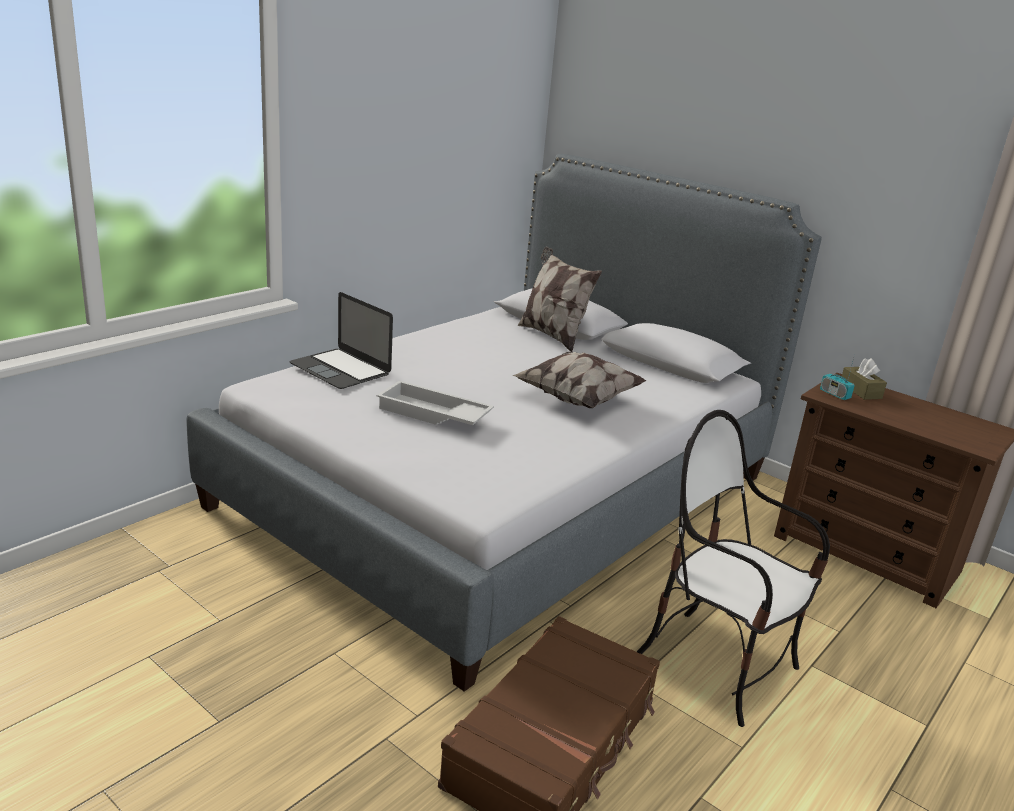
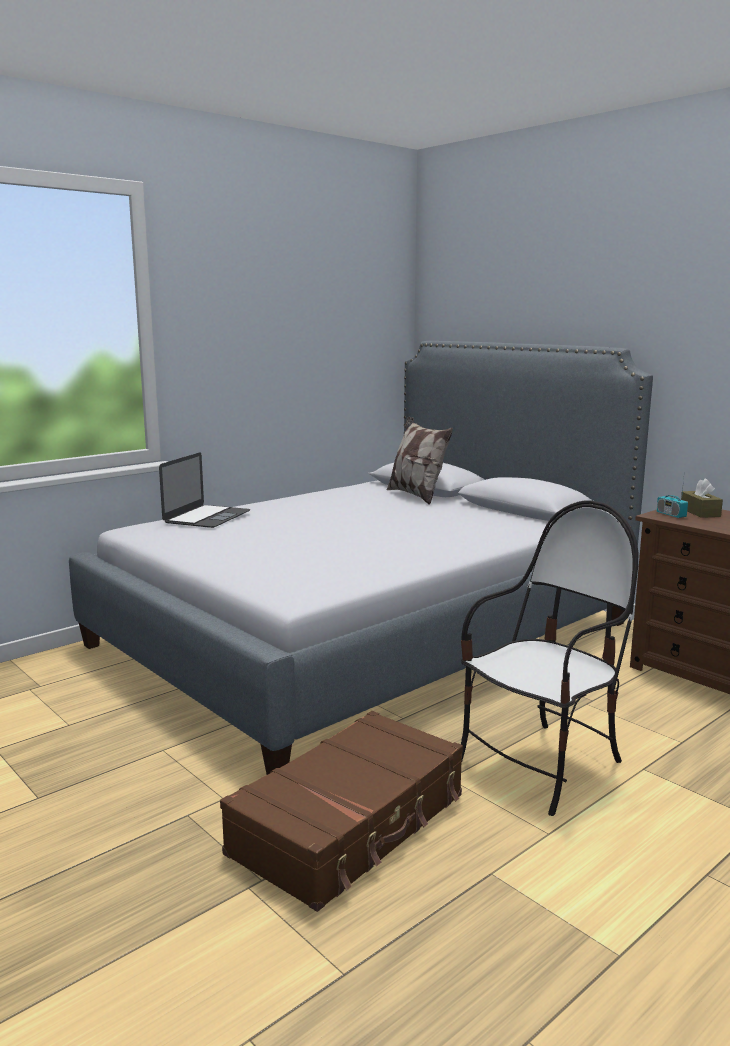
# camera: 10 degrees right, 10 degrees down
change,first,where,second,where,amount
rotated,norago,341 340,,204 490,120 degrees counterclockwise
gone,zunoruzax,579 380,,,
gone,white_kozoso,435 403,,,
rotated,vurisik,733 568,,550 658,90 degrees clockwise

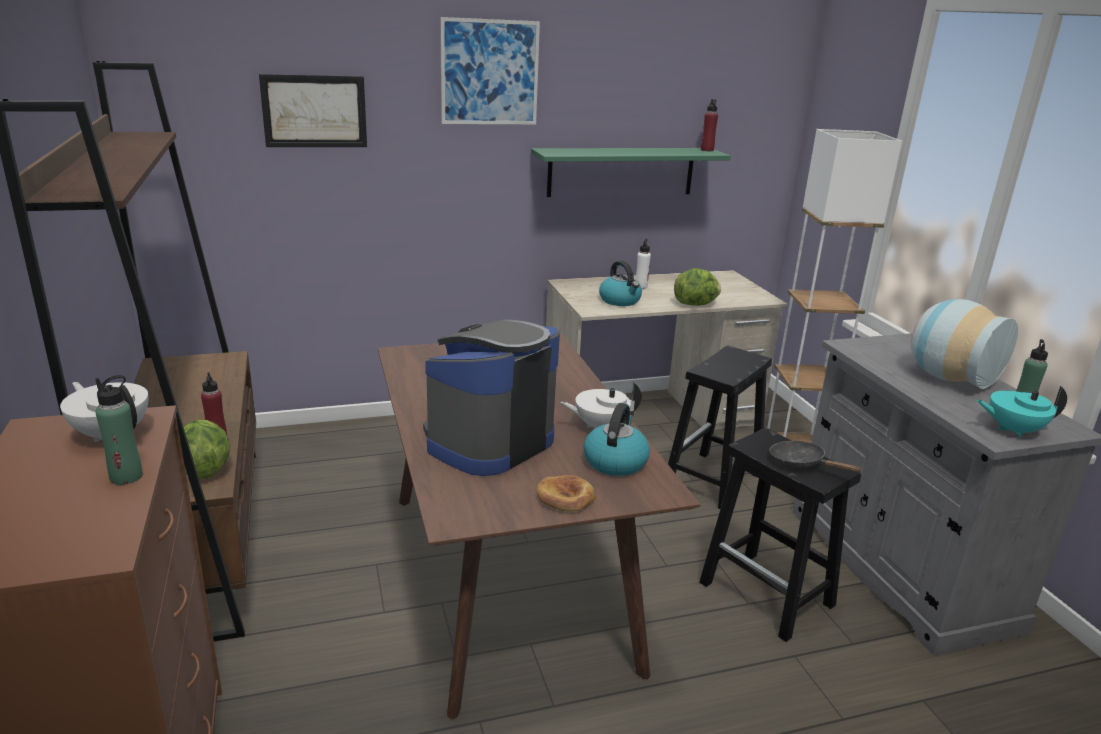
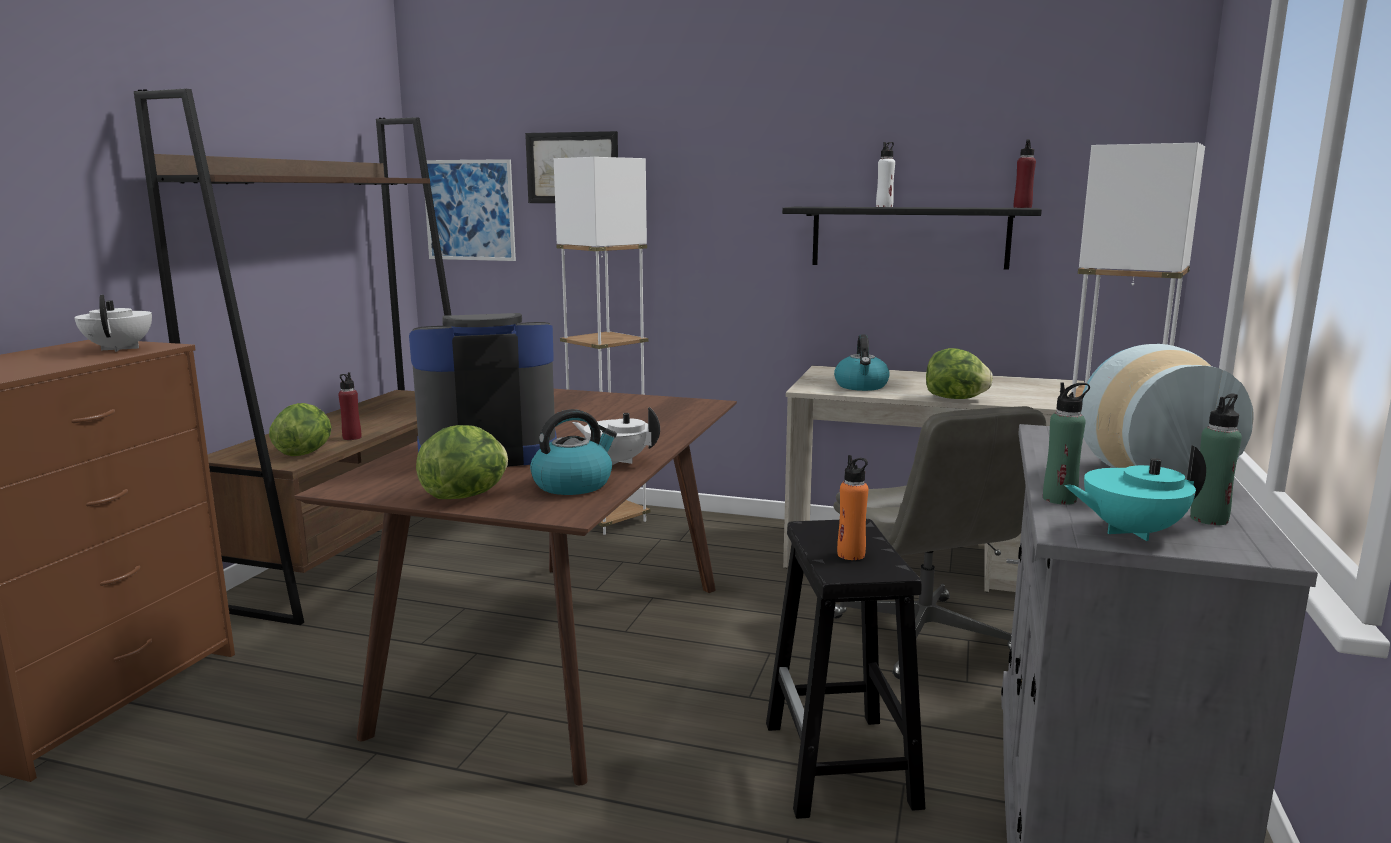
# camera: 35 degrees right, 10 degrees down
change,first,where,second,where,amount
shifted,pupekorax,490 71,,470 210,
repainted,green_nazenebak,631 172,black_nazenebak,912 238,
shifted,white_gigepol,643 264,,885 174,
swapped,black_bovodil,720 427,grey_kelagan,940 542,
shifted,green_gigepol,119 430,,1066 443,
rotated,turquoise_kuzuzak,1021 411,,1135 493,45 degrees counterclockwise
swapped,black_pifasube,816 456,orange_gigepol,852 507,
swapped,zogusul,566 493,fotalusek,462 462,
new,,,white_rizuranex,602 346,

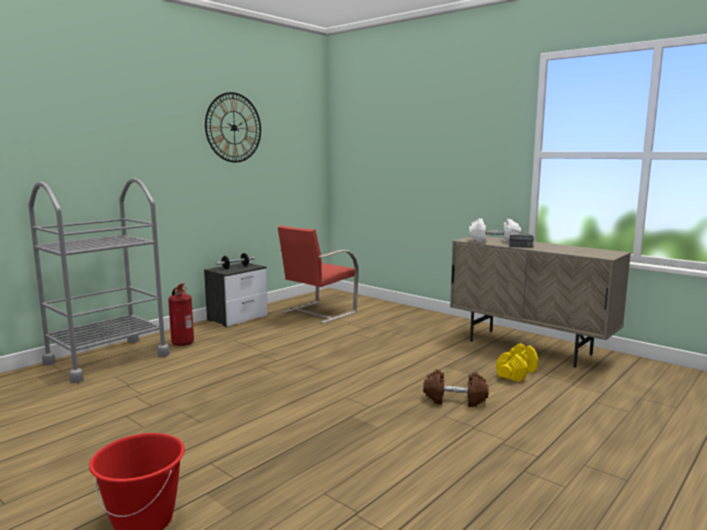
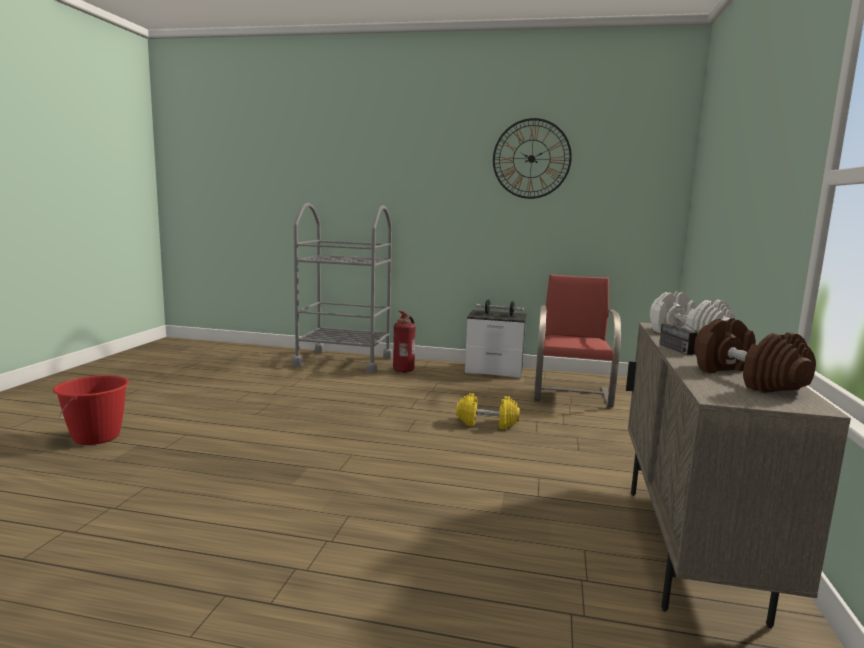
# camera: 60 degrees right, 0 degrees up
change,first,where,second,where,amount
rotated,red_vurisik,318 274,,577 341,90 degrees clockwise
shifted,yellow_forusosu,517 362,,488 411,
shifted,brown_forusosu,456 388,,755 355,

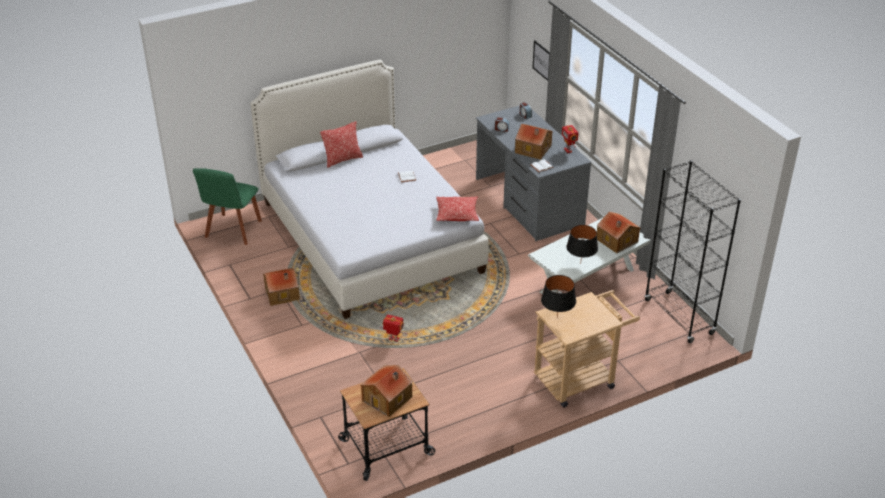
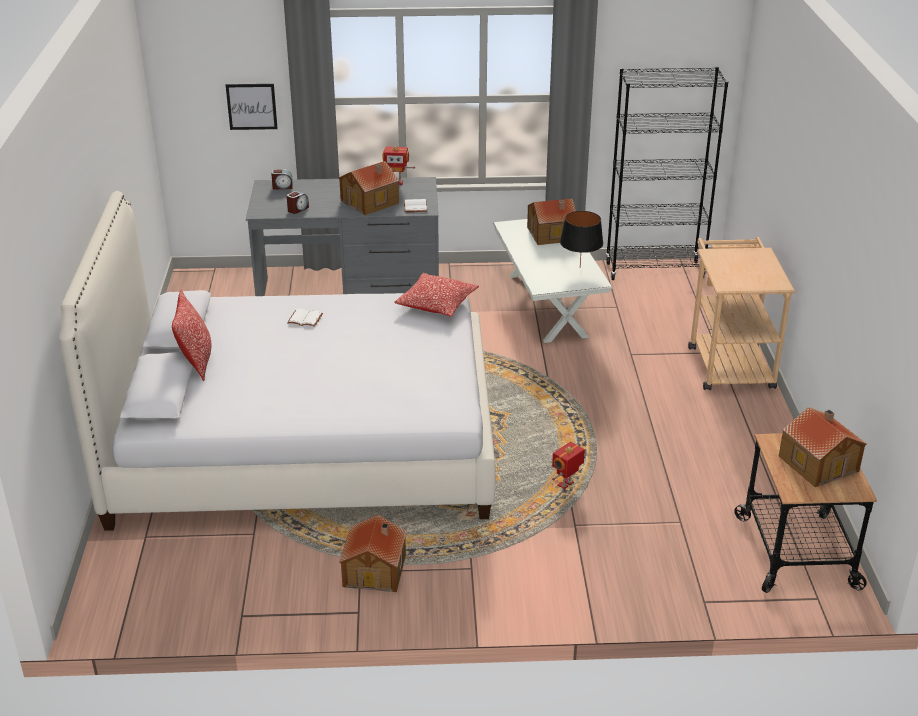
# camera: 65 degrees left, 5 degrees down
change,first,where,second,where,amount
gone,green_vurisik,227 206,,,
gone,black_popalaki,558 296,,,

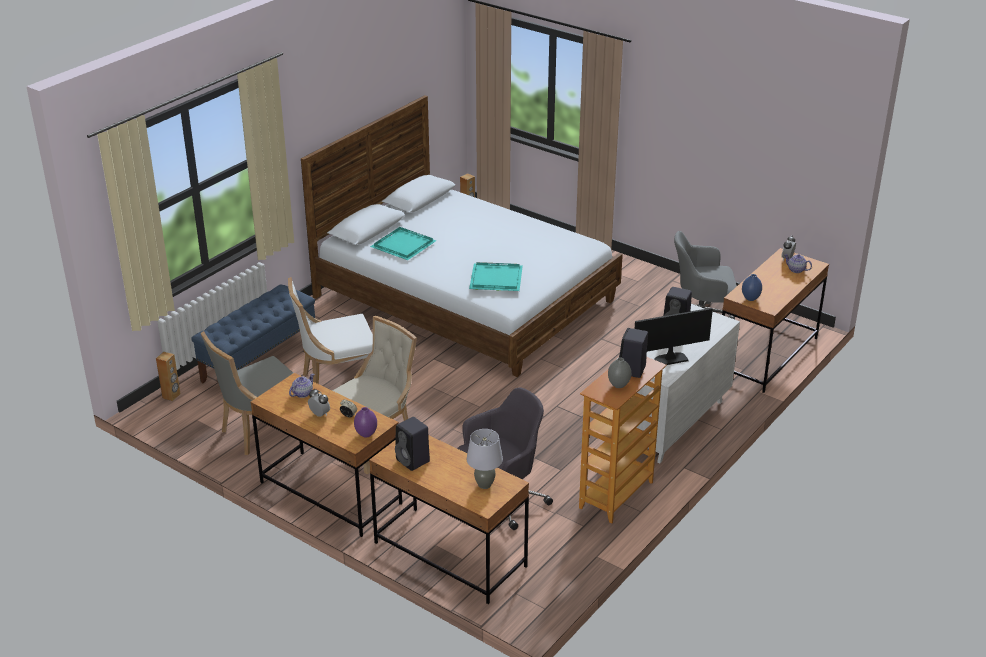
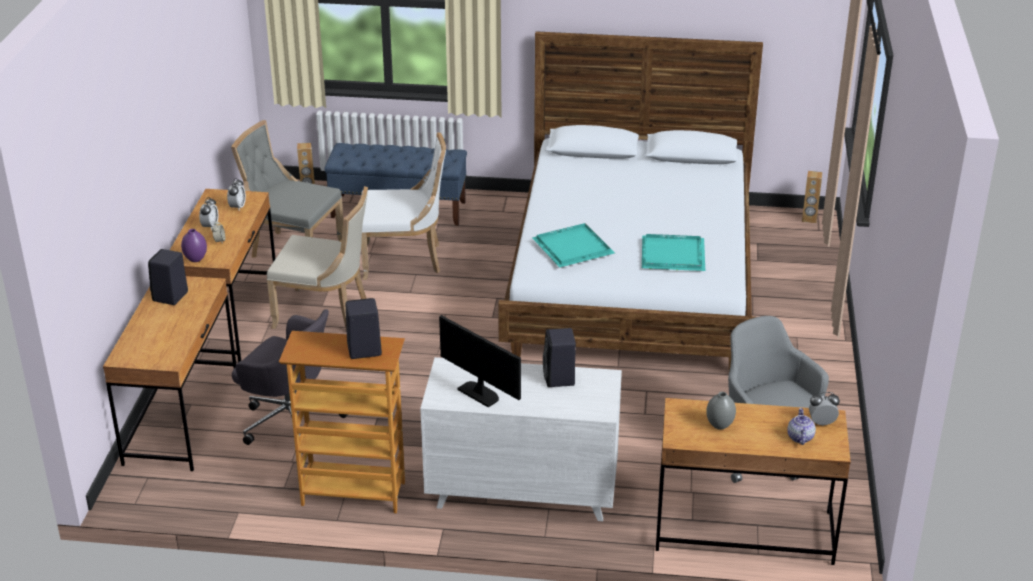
# camera: 60 degrees right, 0 degrees up
change,first,where,second,where,amount
shifted,turquoise_kozoso,403 243,,673 252,
gone,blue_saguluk,752 287,,,
rotated,white_vurisik,330 330,,403 206,135 degrees clockwise
shifted,grey_saguluk,619 372,,721 411,
swapped,kuzuzak,301 385,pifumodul,236 194,
gone,grey_popalaki,485 459,,,

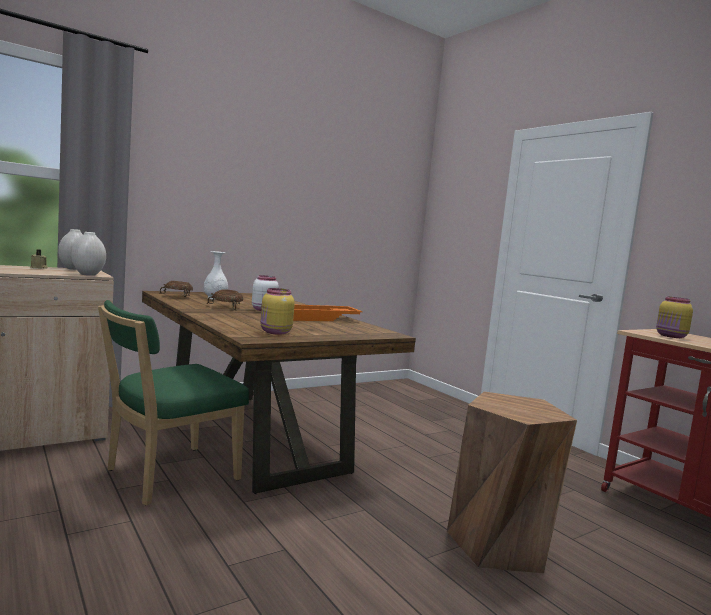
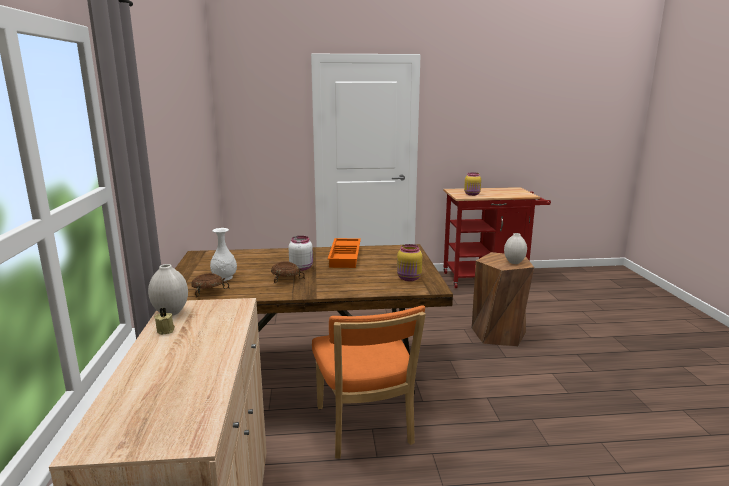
# camera: 60 degrees left, 10 degrees up
change,first,where,second,where,amount
shifted,white_saguluk,89 254,,515 248,
repainted,green_vurisik,173 403,orange_vurisik,369 382,

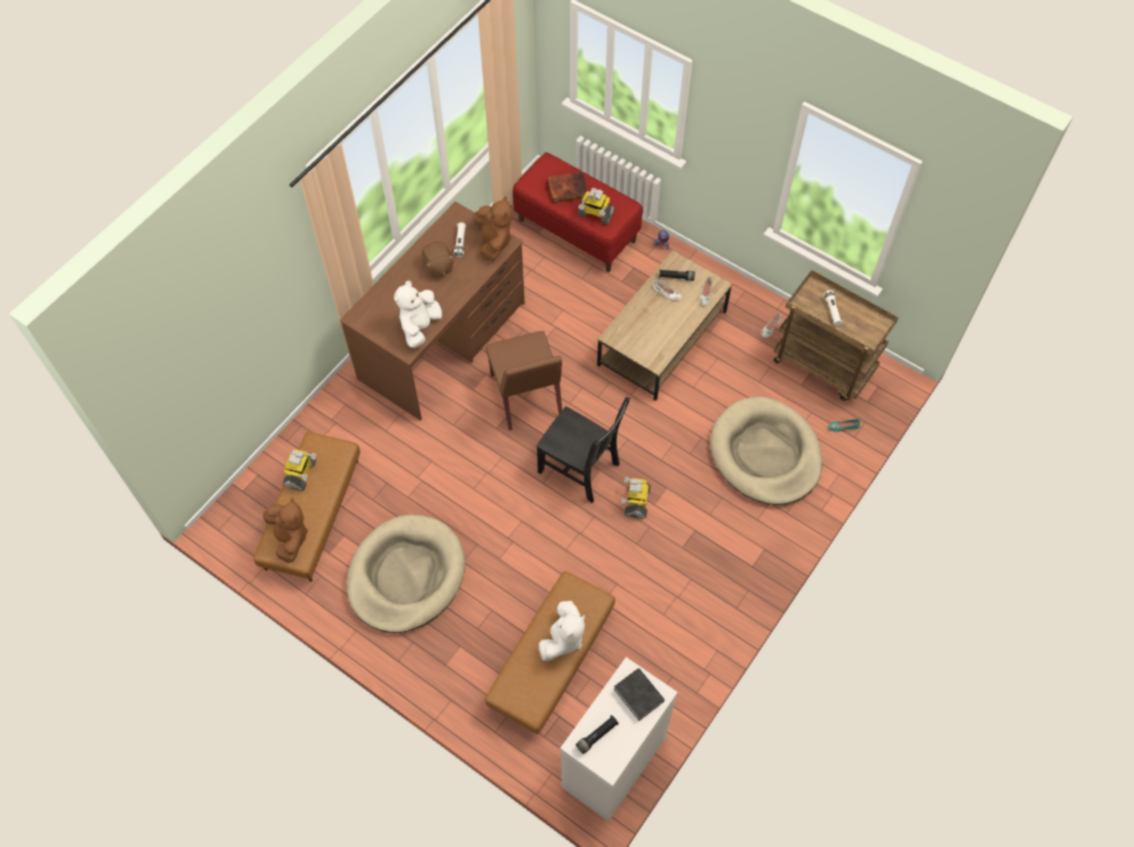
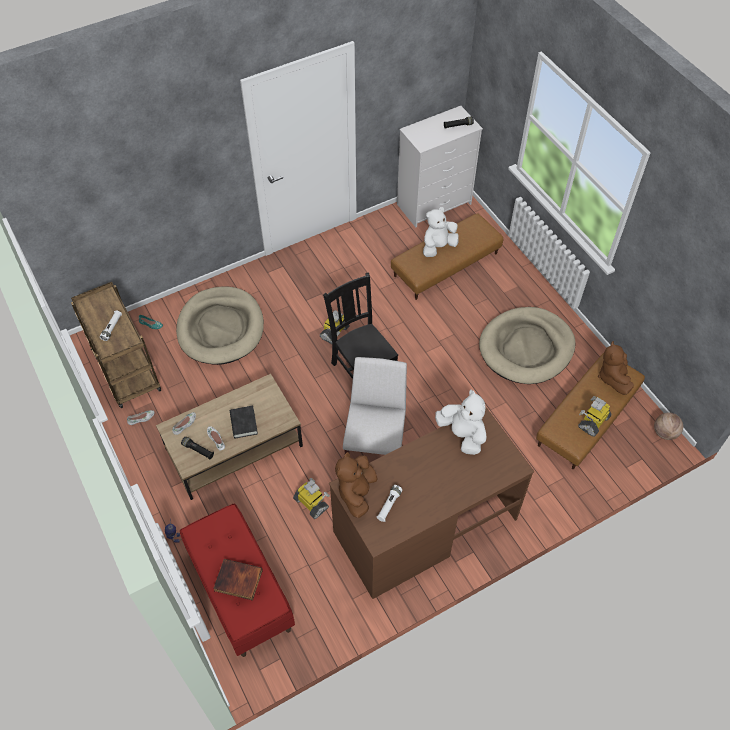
# camera: 155 degrees left, 5 degrees down
change,first,where,second,where,amount
shifted,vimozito,596 206,,311 498,
gone,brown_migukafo,438 259,,,
rotated,white_migukafo,418 314,,461 422,90 degrees counterclockwise
repainted,brown_vurisik,524 381,white_vurisik,375 406,
shifted,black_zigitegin,639 694,,244 422,
new,,,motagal,668 426,

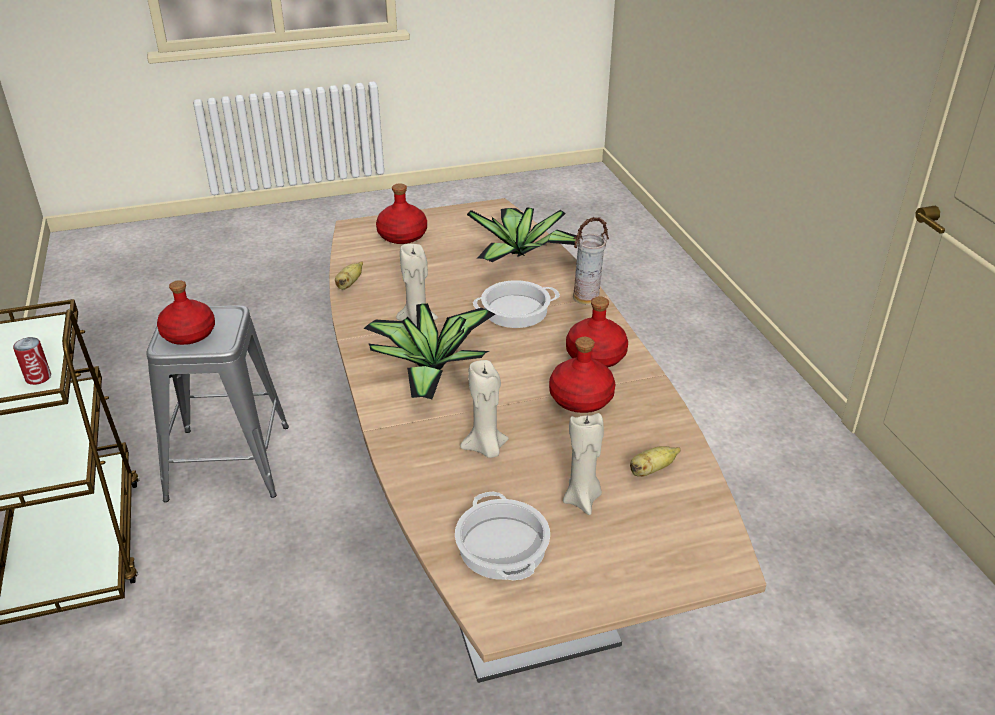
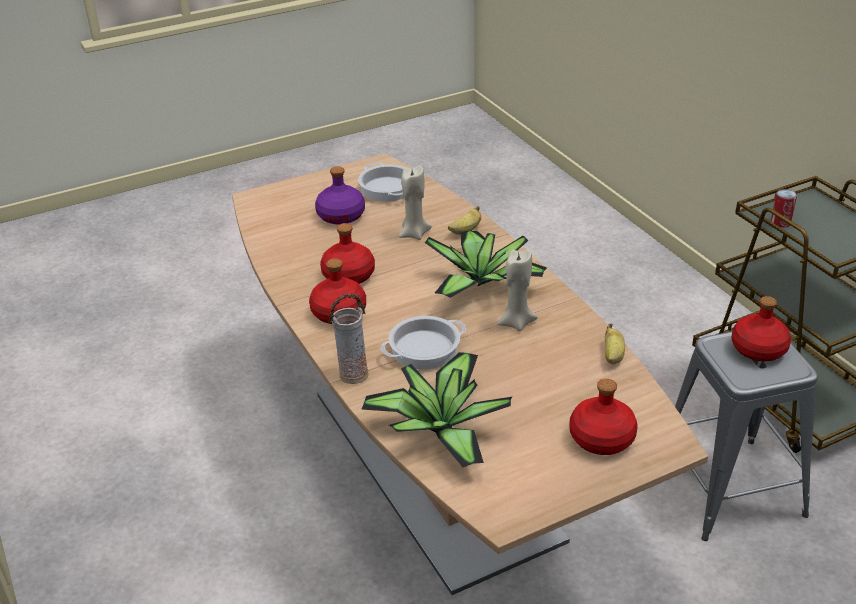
# camera: 170 degrees right, 0 degrees up
change,first,where,second,where,amount
swapped,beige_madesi,583 464,purple_gigepol,340 195,
shifted,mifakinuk,655 461,,464 220,

